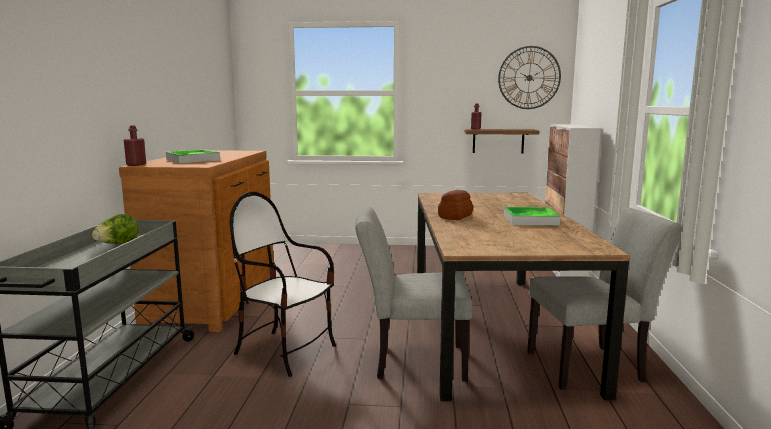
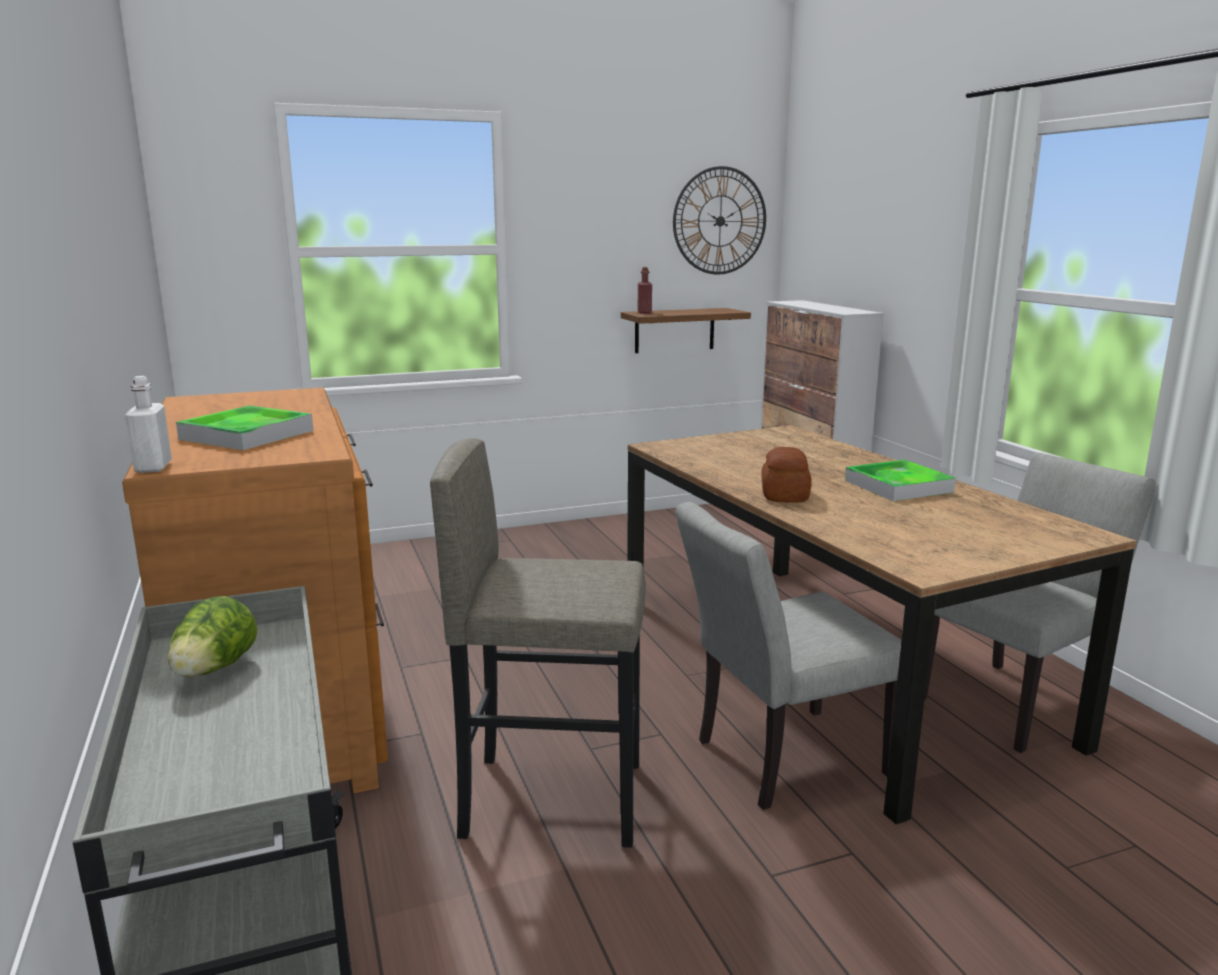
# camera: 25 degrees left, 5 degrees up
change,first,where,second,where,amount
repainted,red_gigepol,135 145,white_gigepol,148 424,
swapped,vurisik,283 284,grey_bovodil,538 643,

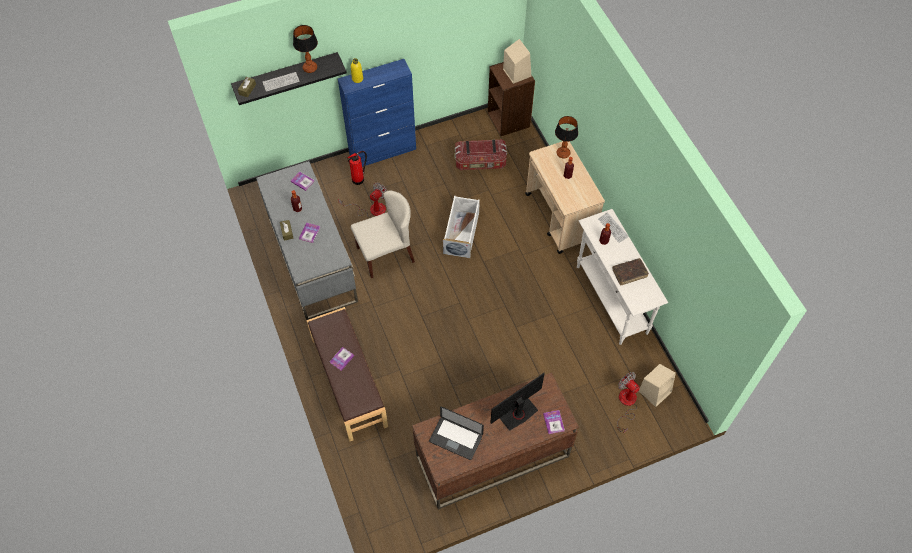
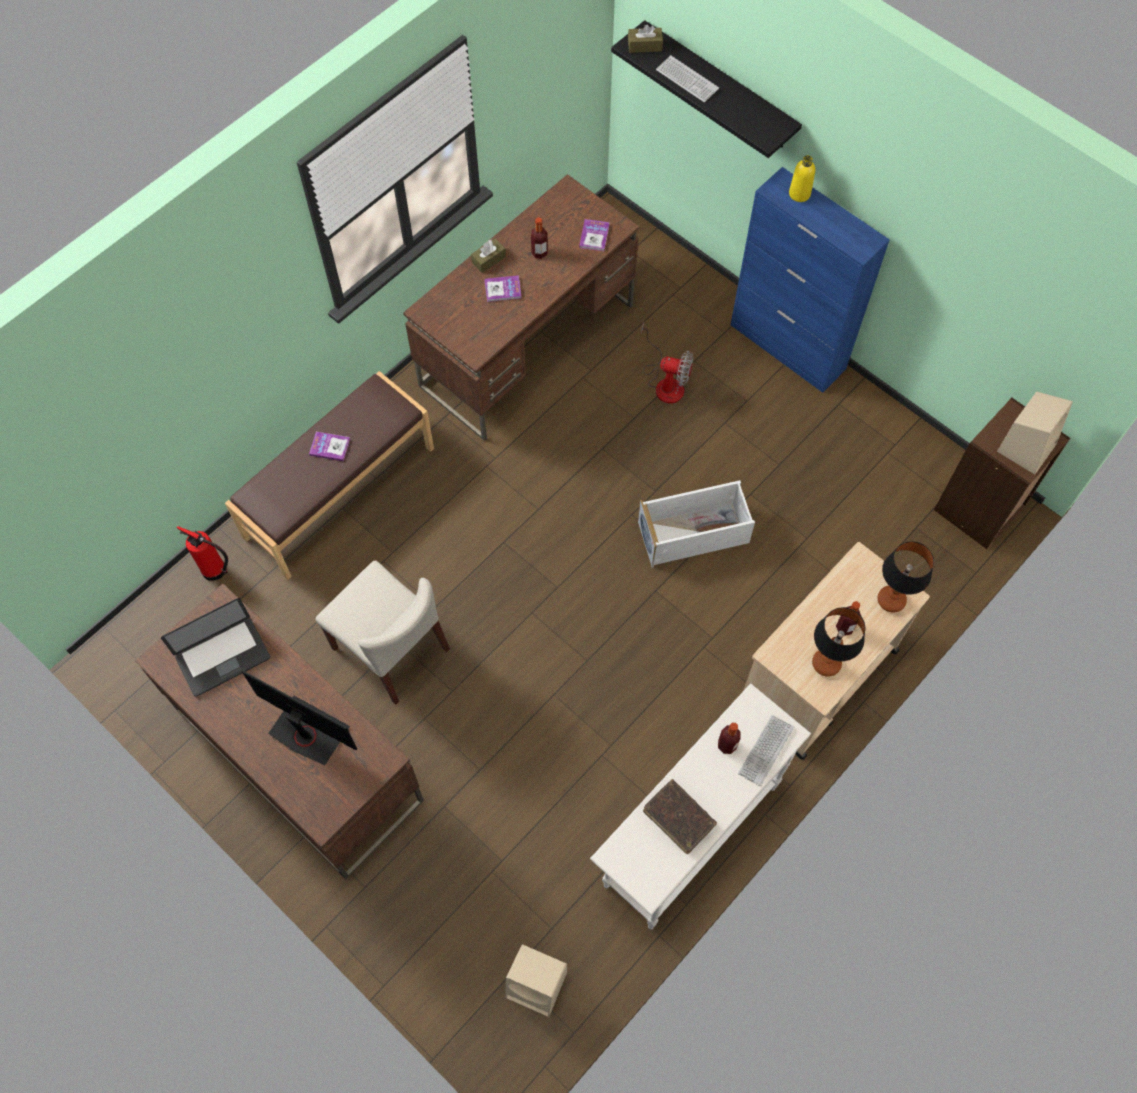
# camera: 65 degrees right, 5 degrees up
change,first,where,second,where,amount
shifted,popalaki,305 49,,839 642,
gone,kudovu,480 155,,,
shifted,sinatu,357 168,,202 553,
repainted,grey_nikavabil,307 240,brown_nikavabil,521 307,
shifted,beige_vurisik,383 234,,383 633,
gone,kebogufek,628 402,,,
rotated,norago,456 433,,215 647,120 degrees counterclockwise
gone,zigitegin,554 422,,,

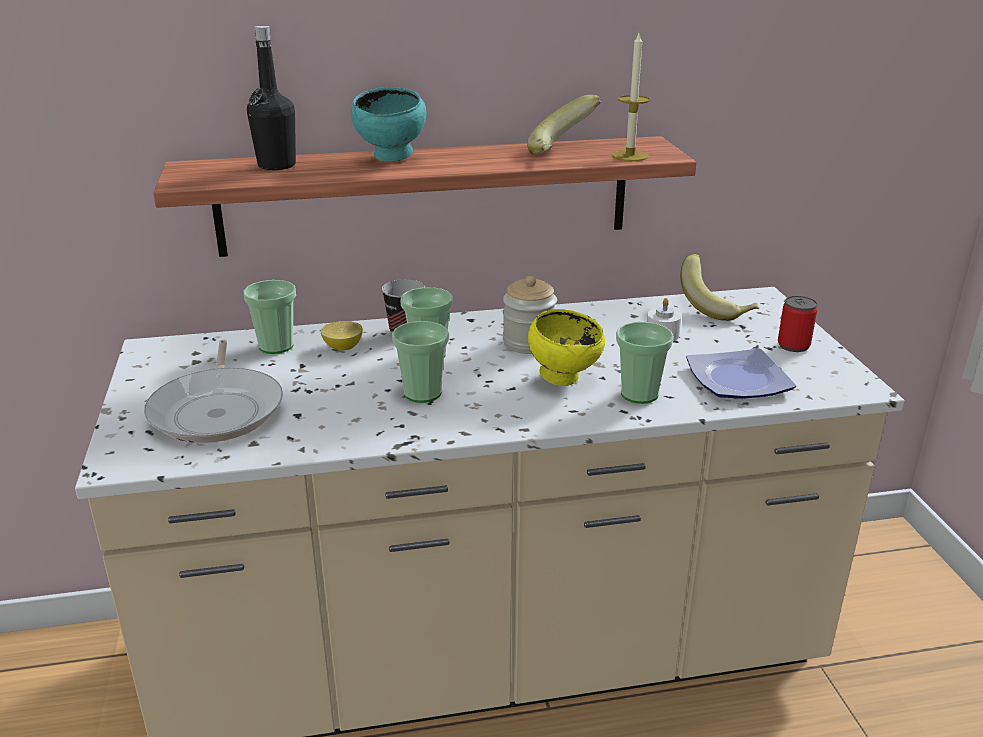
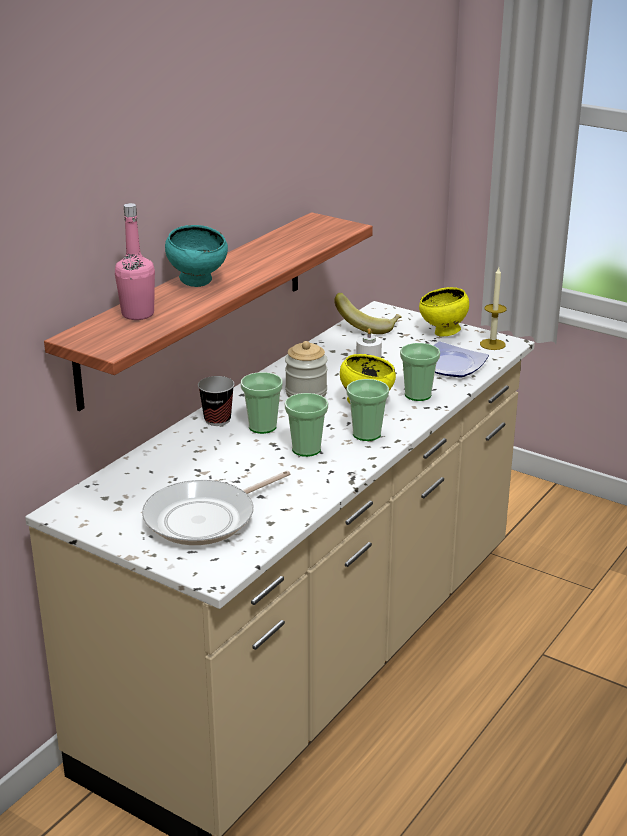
# camera: 45 degrees left, 0 degrees up
change,first,where,second,where,amount
repainted,black_gigepol,271 98,pink_gigepol,135 261,
shifted,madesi,631 97,,493 308,
gone,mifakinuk,564 125,,,
shifted,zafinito,269 317,,367 410,
swapped,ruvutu,797 324,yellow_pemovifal,444 312,
gone,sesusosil,342 336,,,
rotated,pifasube,213 391,,216 508,105 degrees clockwise

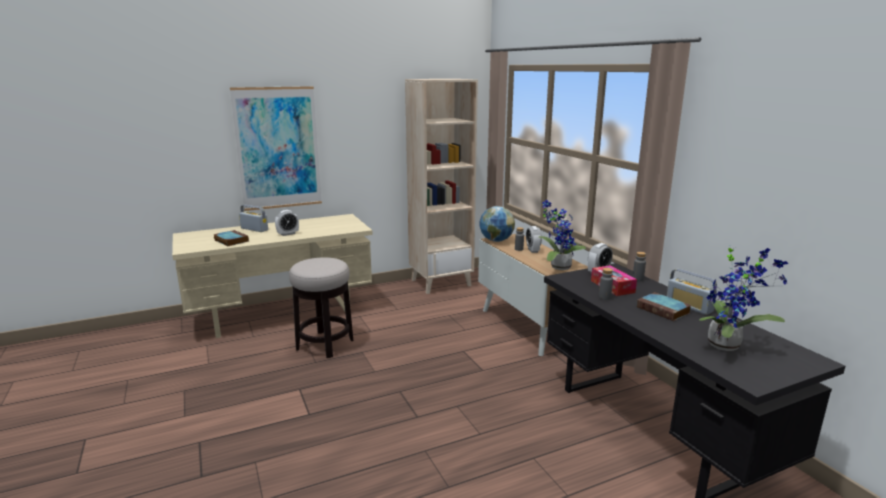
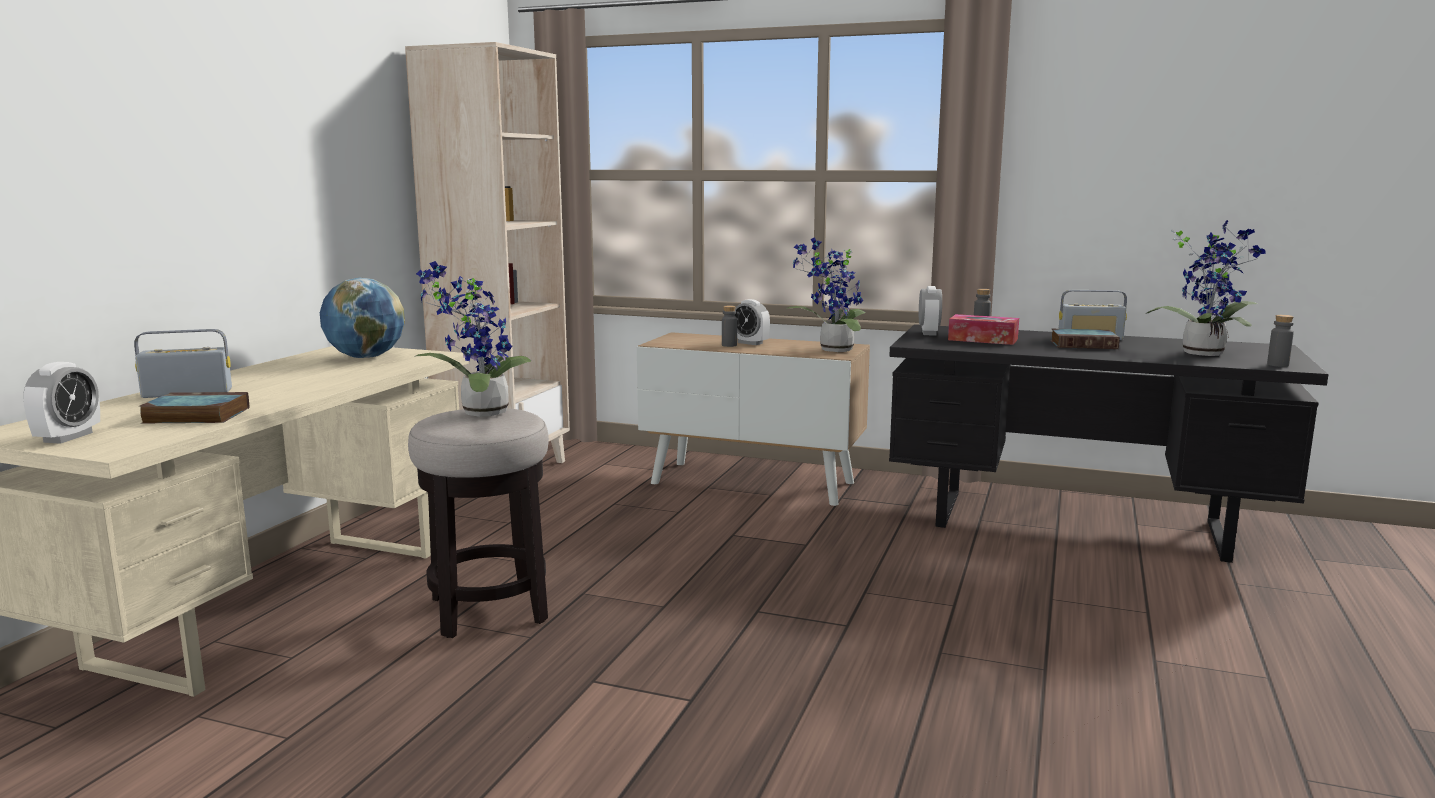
# camera: 45 degrees left, 5 degrees down
change,first,where,second,where,amount
gone,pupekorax,276 148,,,
shifted,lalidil,497 224,,362 318,
shifted,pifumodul,287 223,,61 403,
shifted,grey_gigepol,606 284,,1280 341,
new,,,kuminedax,472 339,

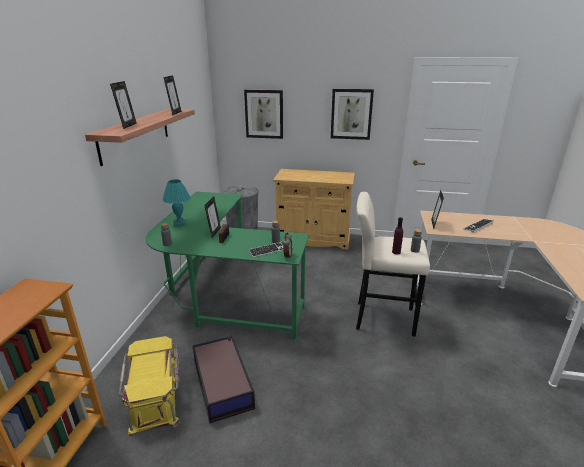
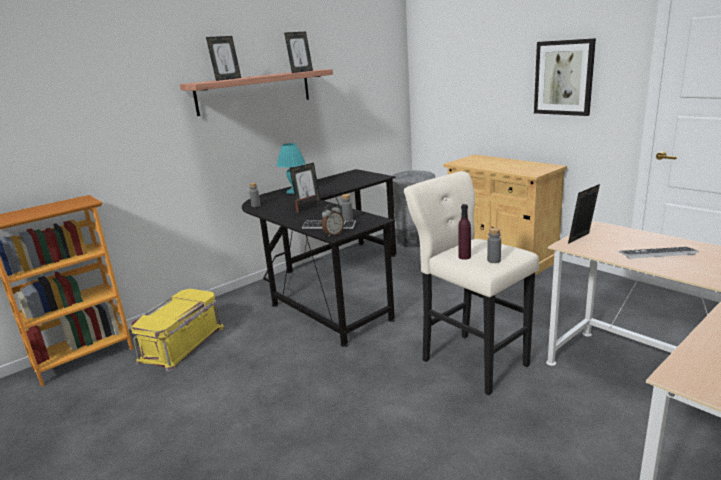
# camera: 40 degrees right, 5 degrees down
change,first,where,second,where,amount
gone,pupekorax,263 114,,,
repainted,green_nikavabil,227 266,black_nikavabil,319 258,
gone,kudovu,224 379,,,

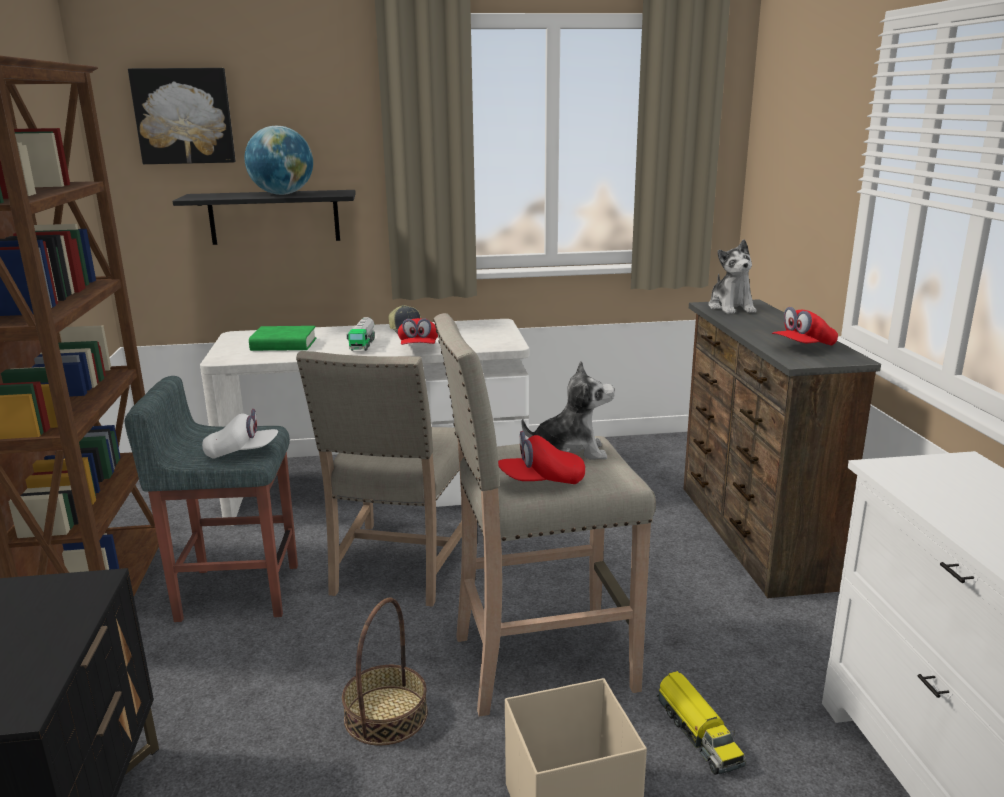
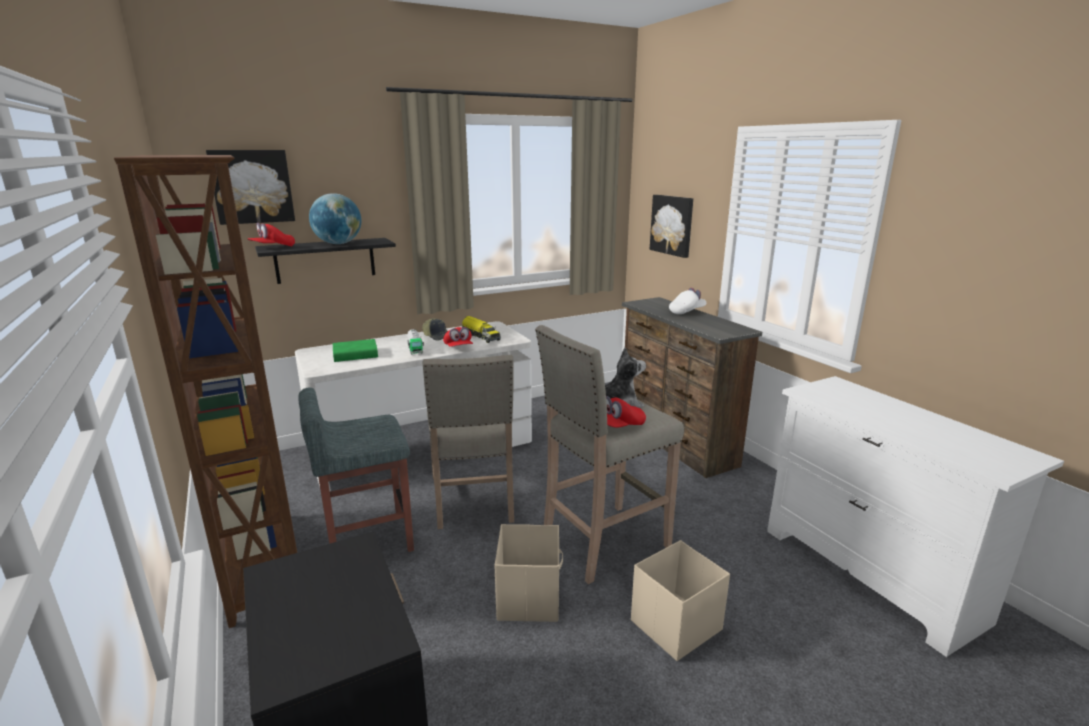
# camera: 20 degrees left, 0 degrees up
change,first,where,second,where,amount
gone,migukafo,732 277,,,
shifted,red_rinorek,805 326,,271 234,
shifted,white_rinorek,240 434,,687 301,
swapped,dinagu,385 671,beige_kudovu,529 573,
shifted,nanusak,701 723,,481 329,
new,,,pupekorax,671 226,

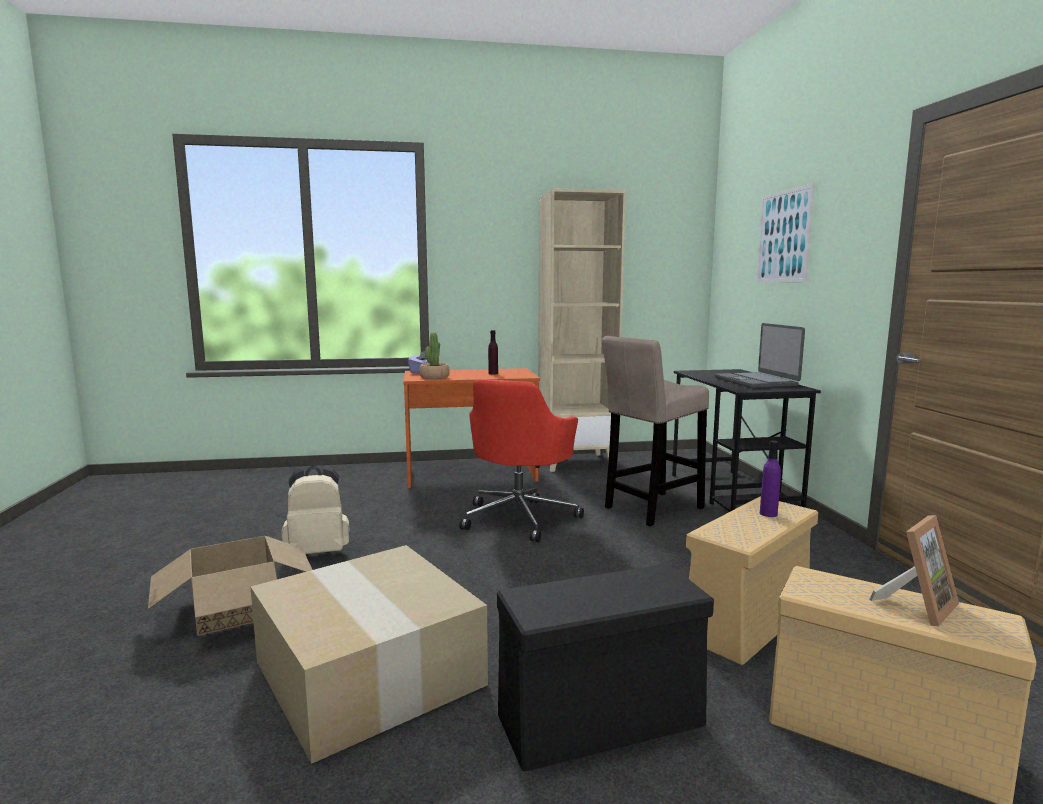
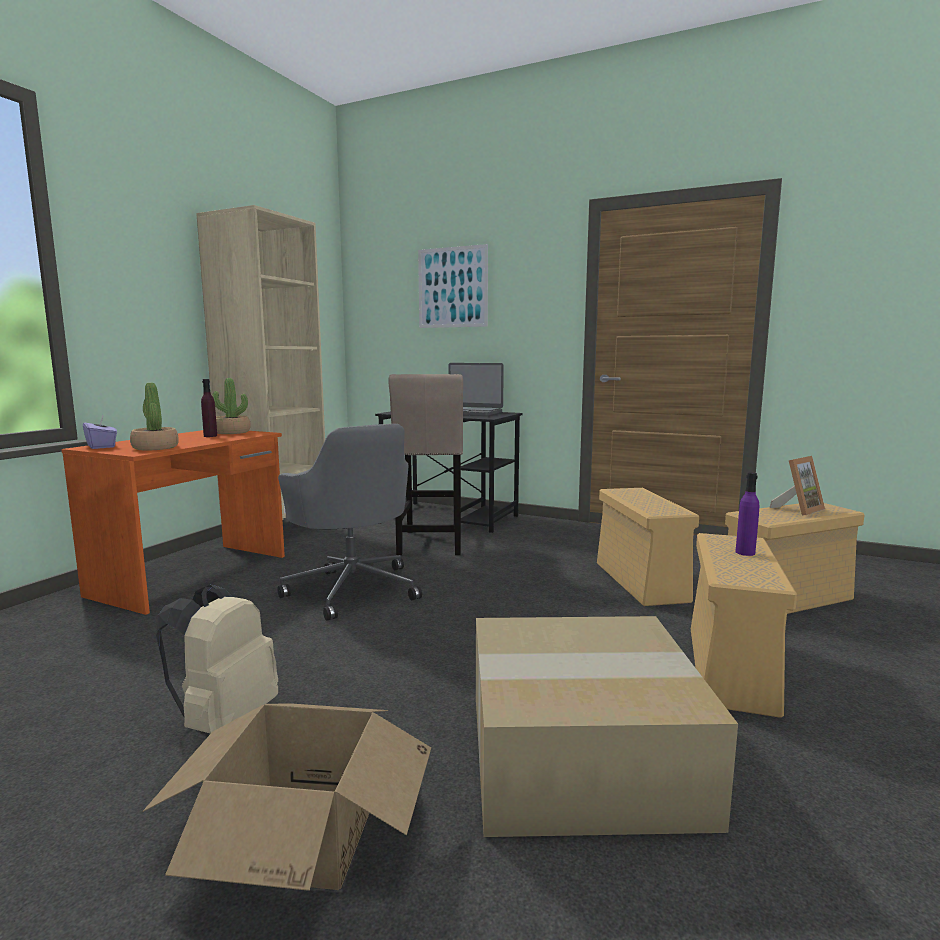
# camera: 55 degrees left, 0 degrees up
change,first,where,second,where,amount
repainted,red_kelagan,521 460,grey_kelagan,350 522,
shifted,purple_gigepol,770 479,,747 514,
rotated,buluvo,914 570,,797 486,60 degrees clockwise
repainted,black_kudovu,605 667,beige_kudovu,744 625,
new,,,kuminedax,231 406,

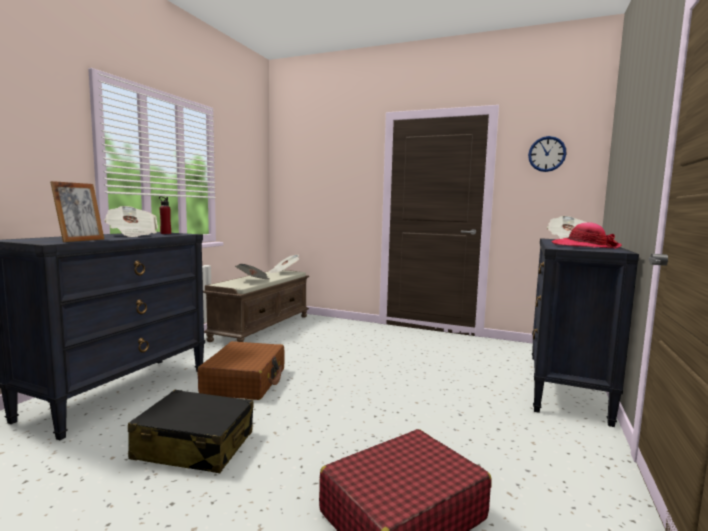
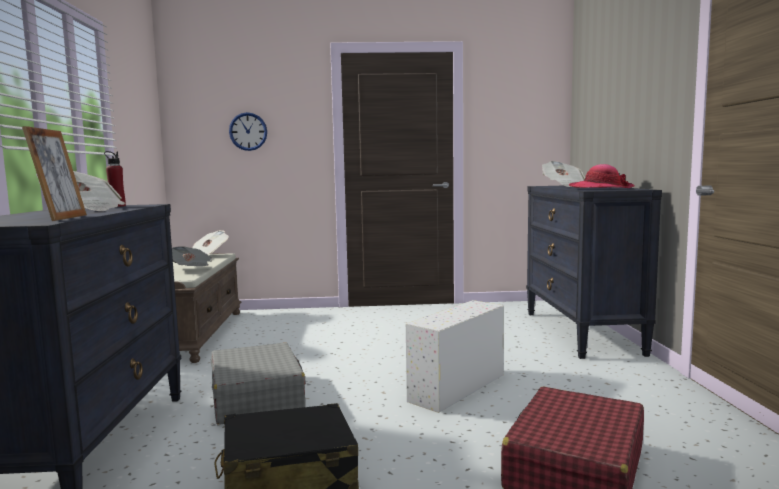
# camera: 25 degrees left, 0 degrees up
change,first,where,second,where,amount
shifted,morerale,547 154,,248 131,
repainted,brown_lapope,241 370,grey_lapope,258 383,
new,,,white_kudovu,455 356,

